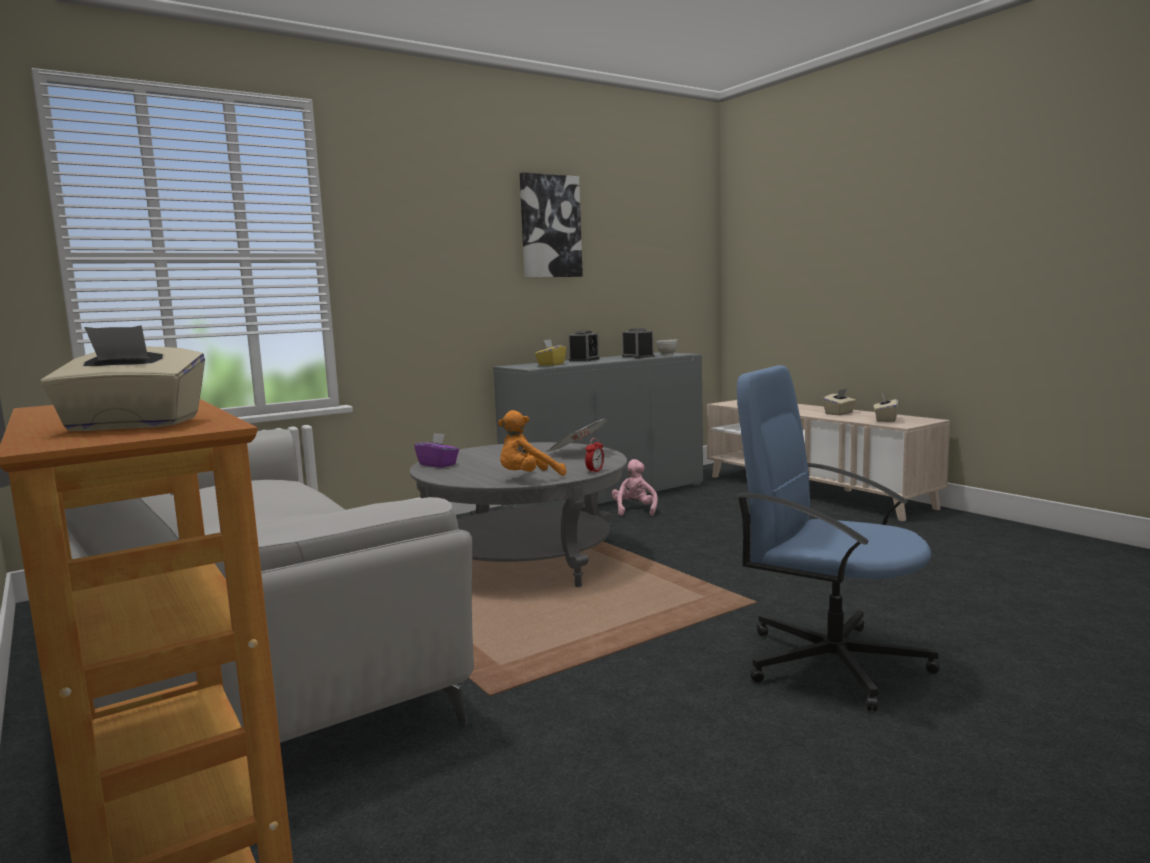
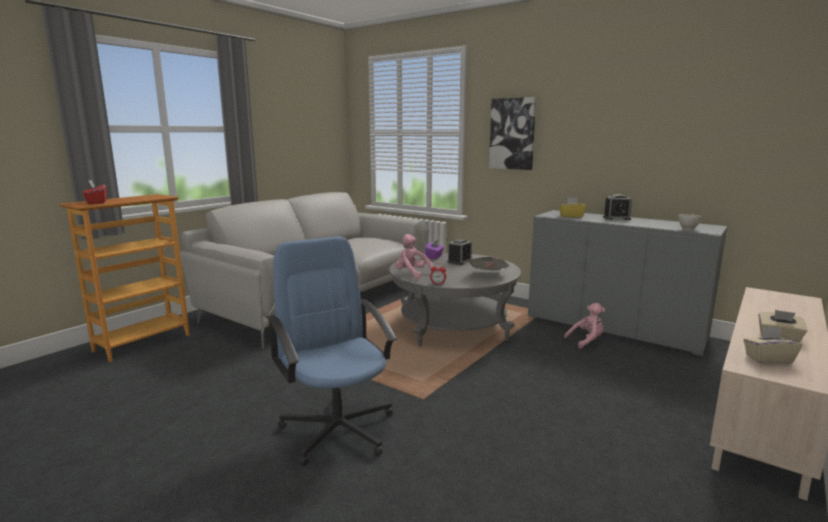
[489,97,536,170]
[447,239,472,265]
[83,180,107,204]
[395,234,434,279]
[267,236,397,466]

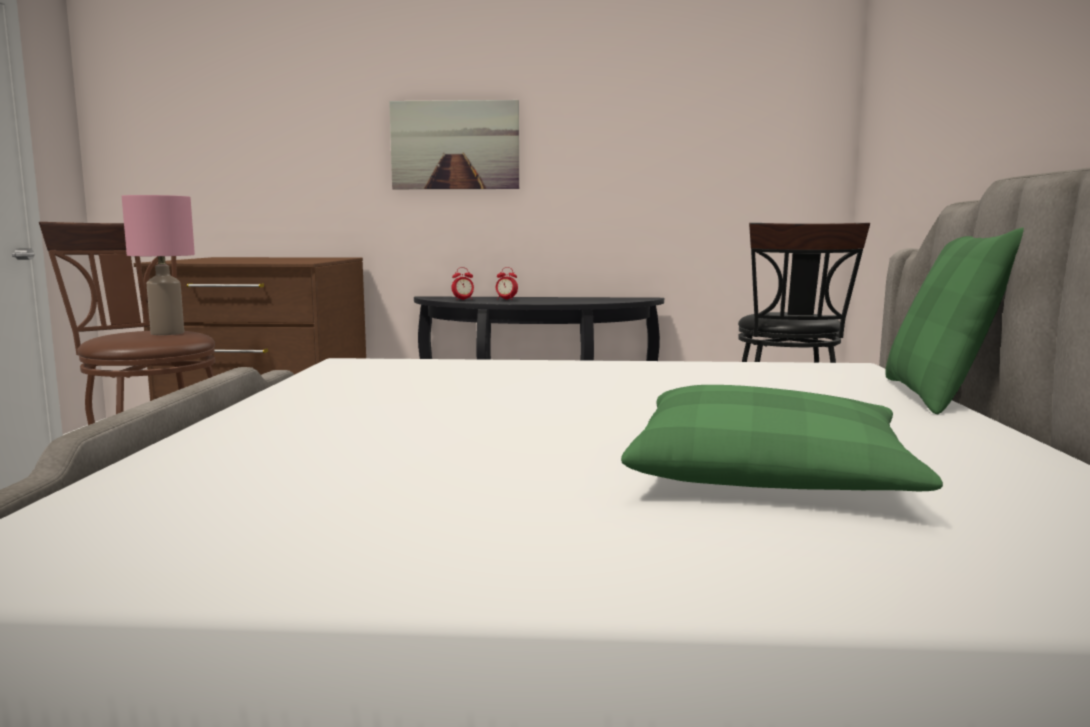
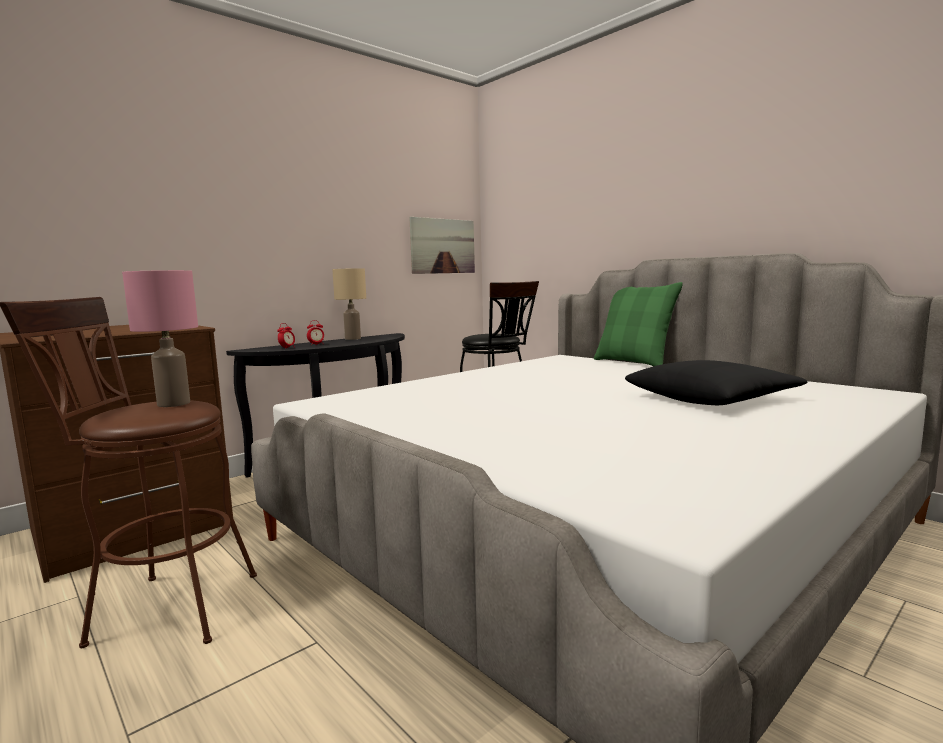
[332,268,366,340]
[409,217,475,274]
[625,360,807,405]

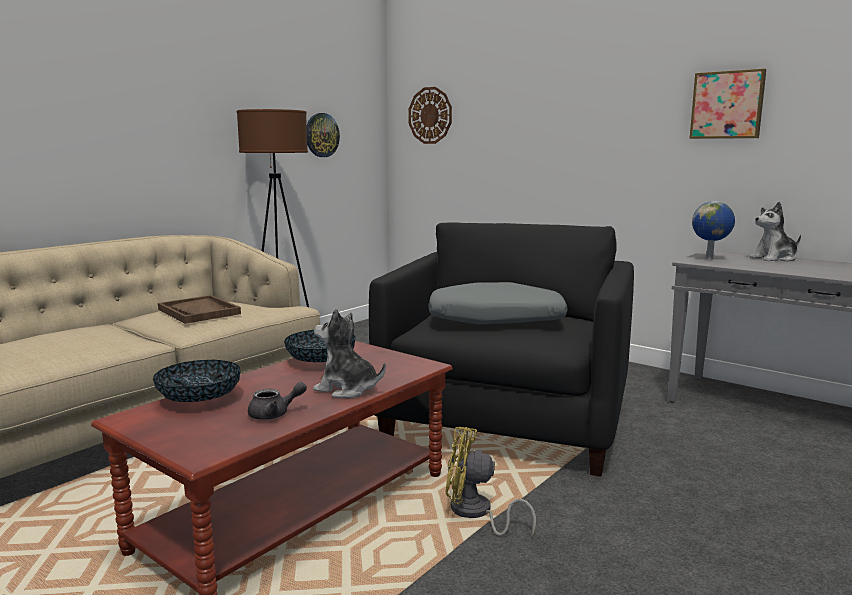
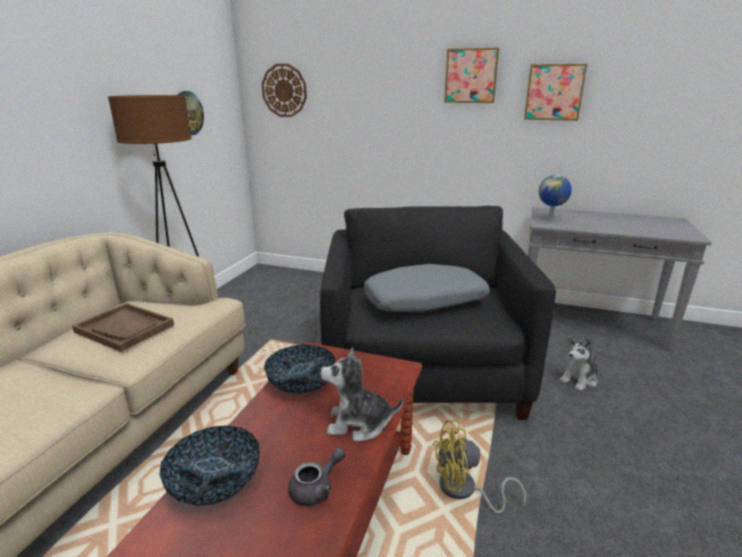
[444,48,499,103]
[560,337,598,391]

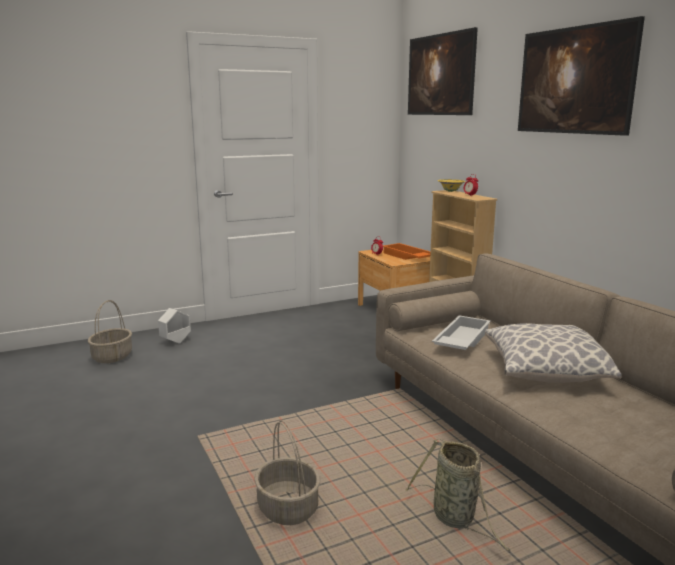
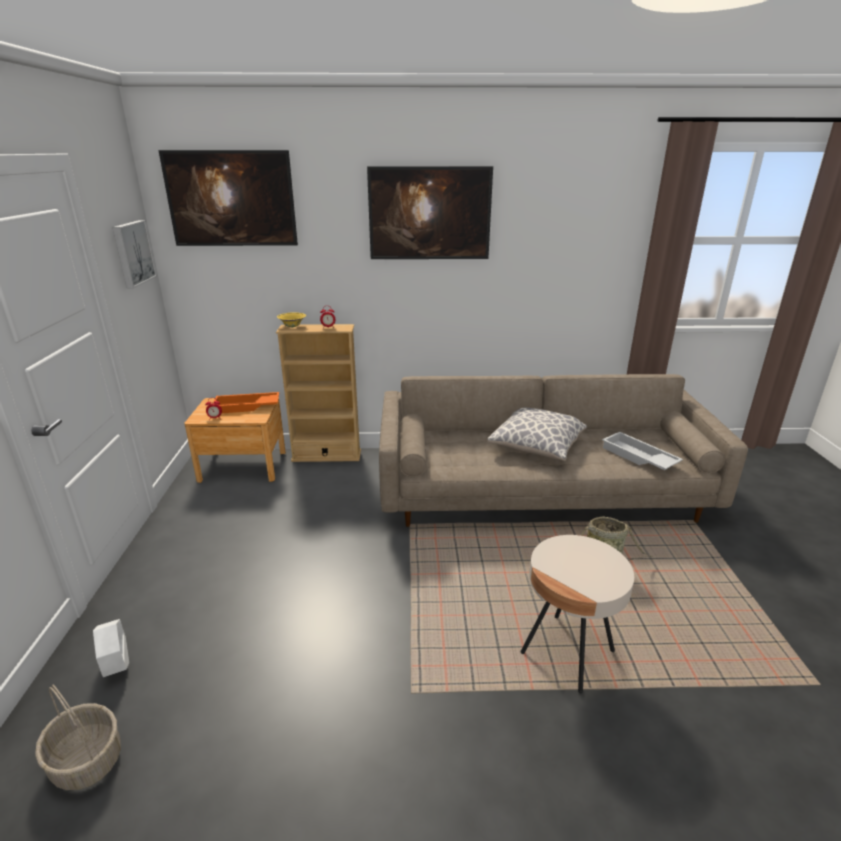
[112,220,157,288]
[602,432,683,470]
[521,535,634,693]

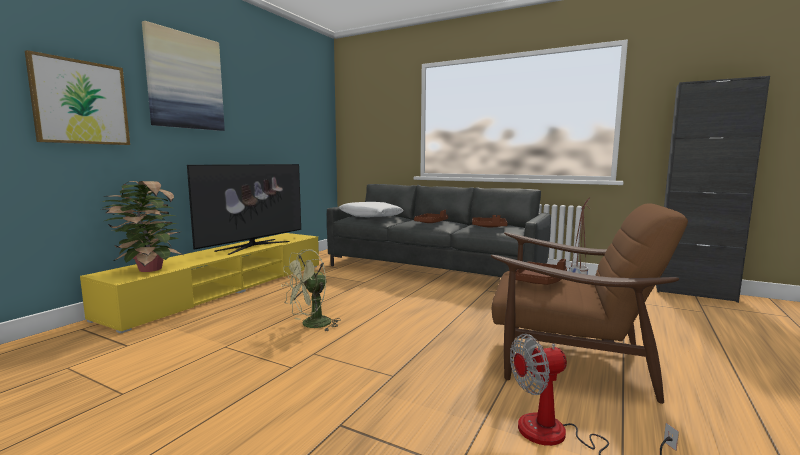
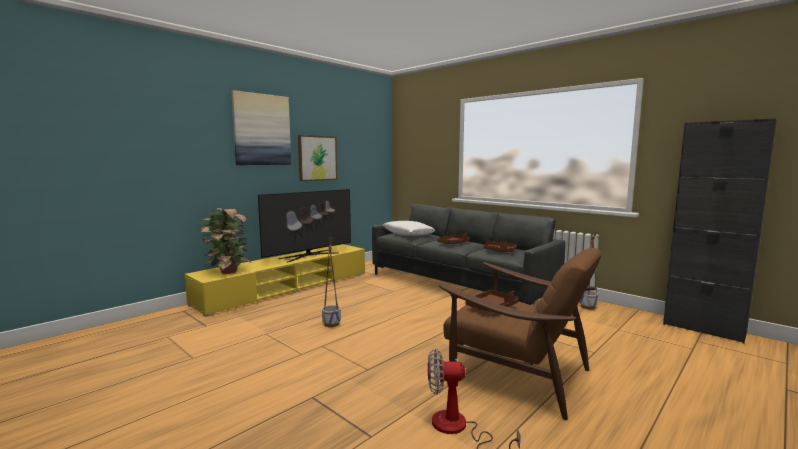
[298,135,337,181]
[322,237,341,327]

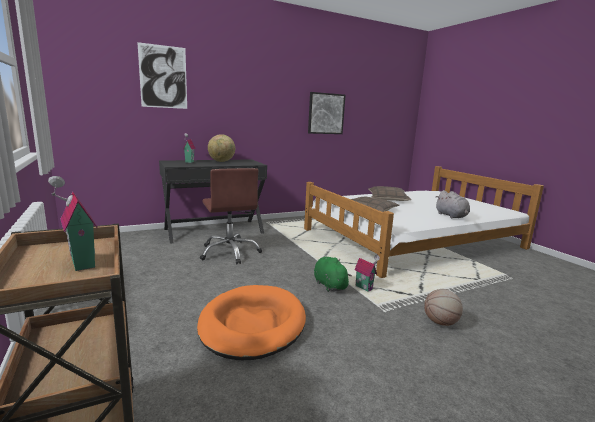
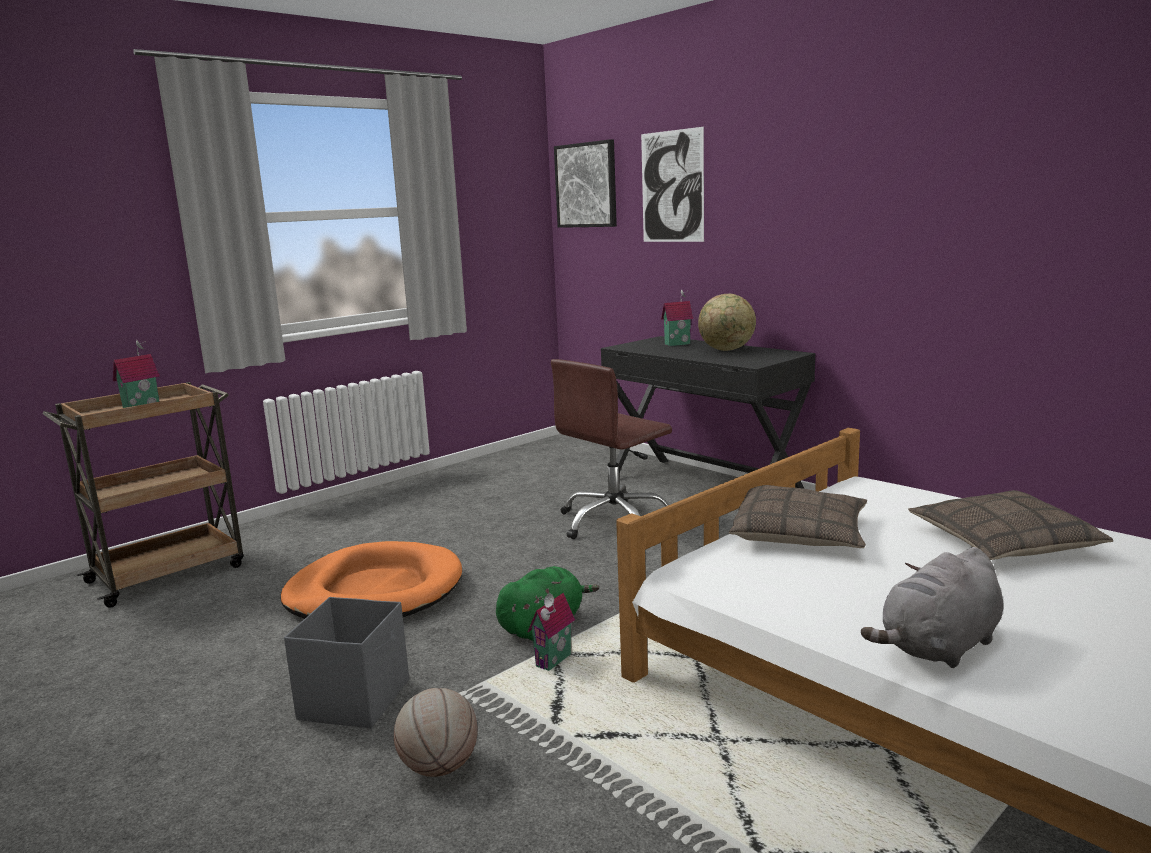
[284,597,409,728]
[554,139,617,228]

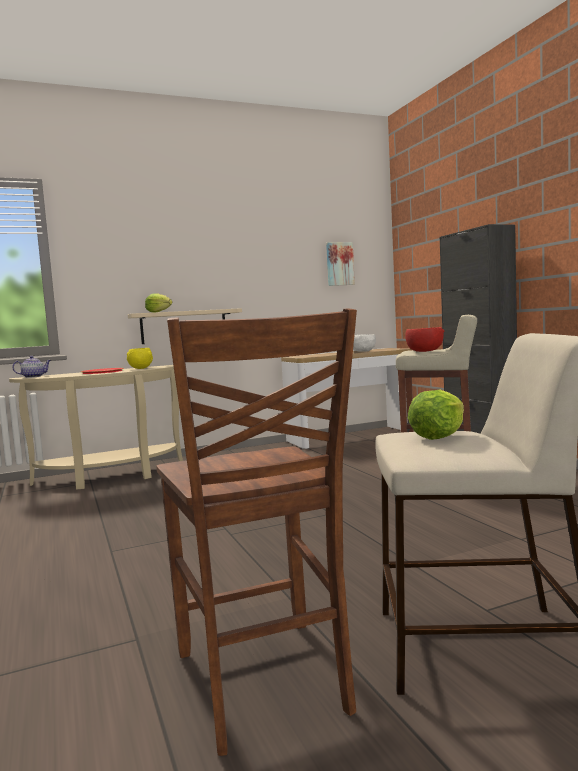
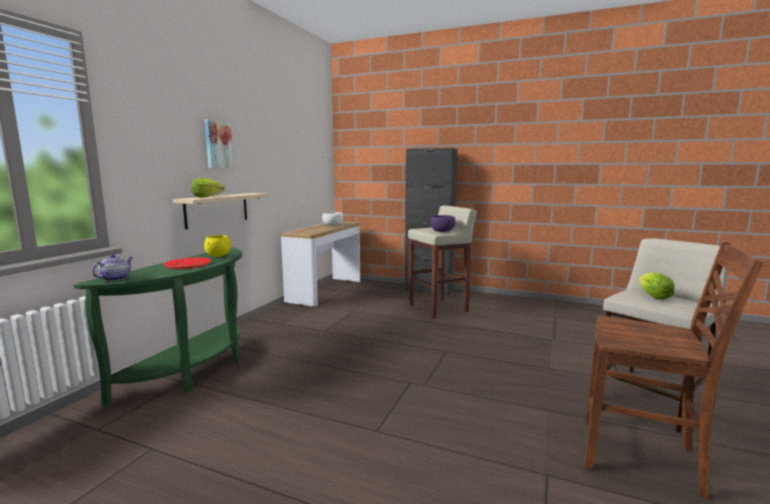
[205,119,234,168]
[74,248,242,407]
[430,215,455,232]

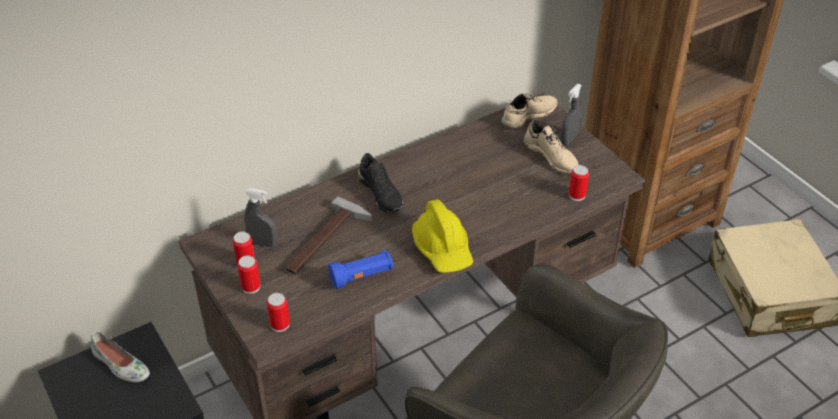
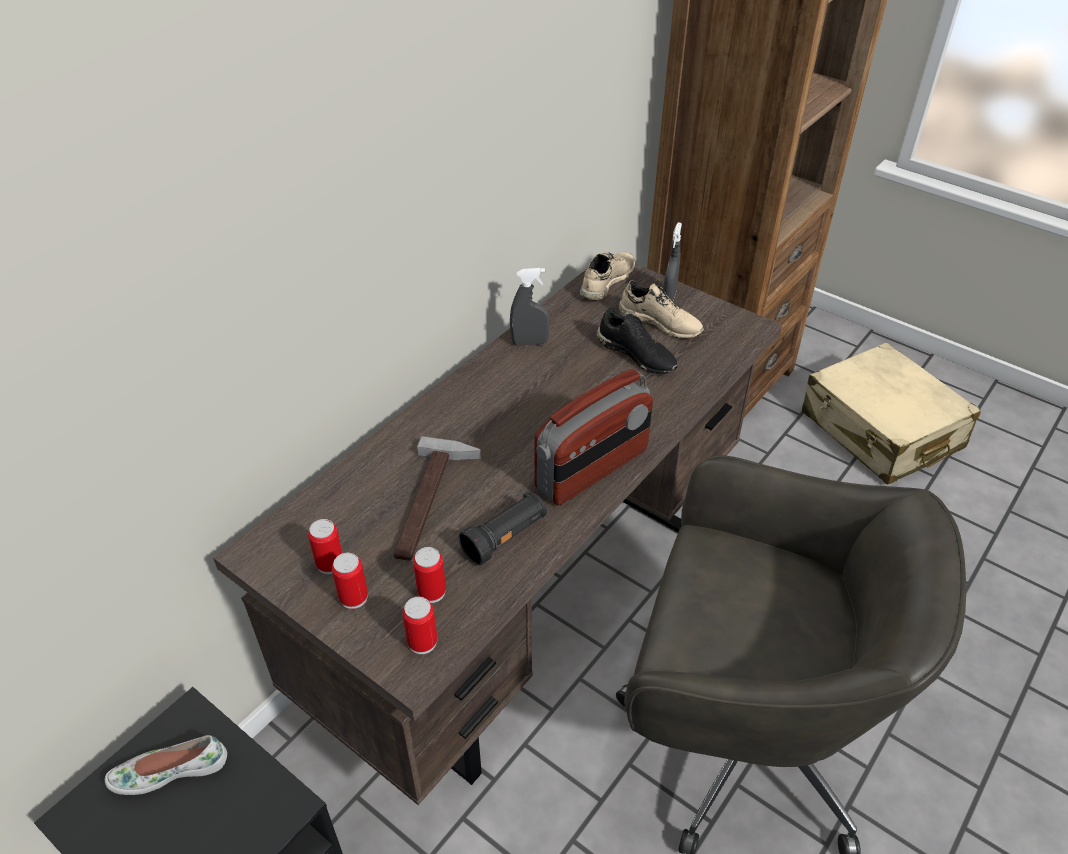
[510,268,550,346]
[596,308,678,374]
[413,547,446,603]
[534,369,653,506]
[459,491,547,565]
[105,735,227,795]

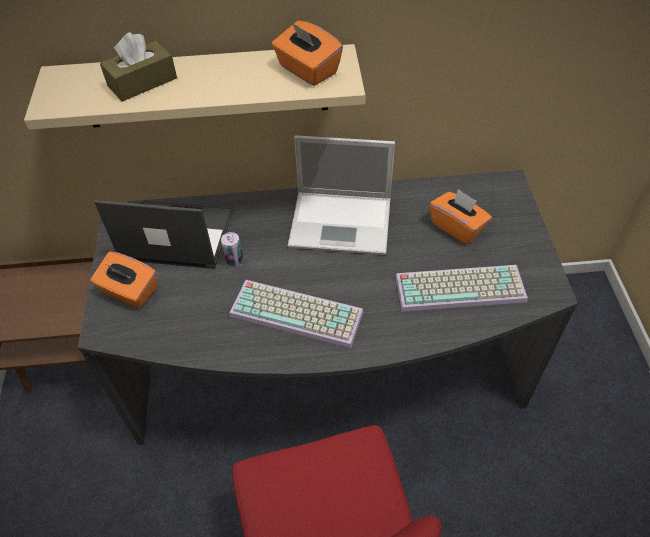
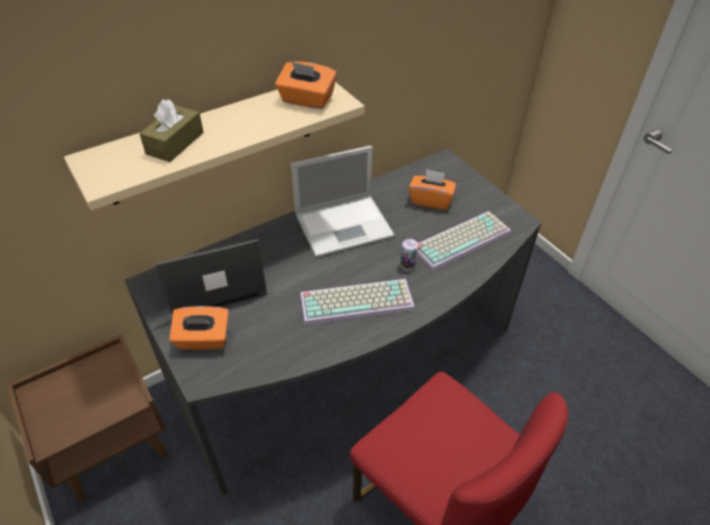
[400,239,418,271]

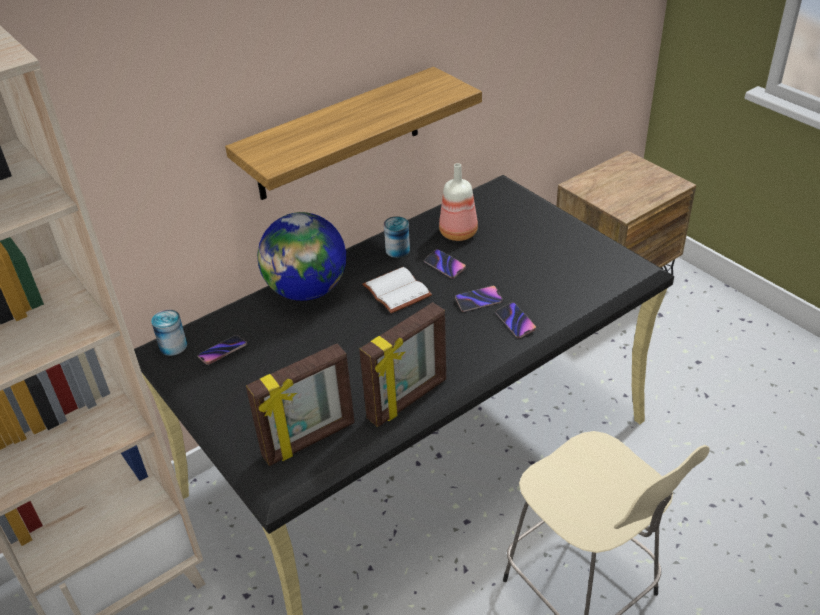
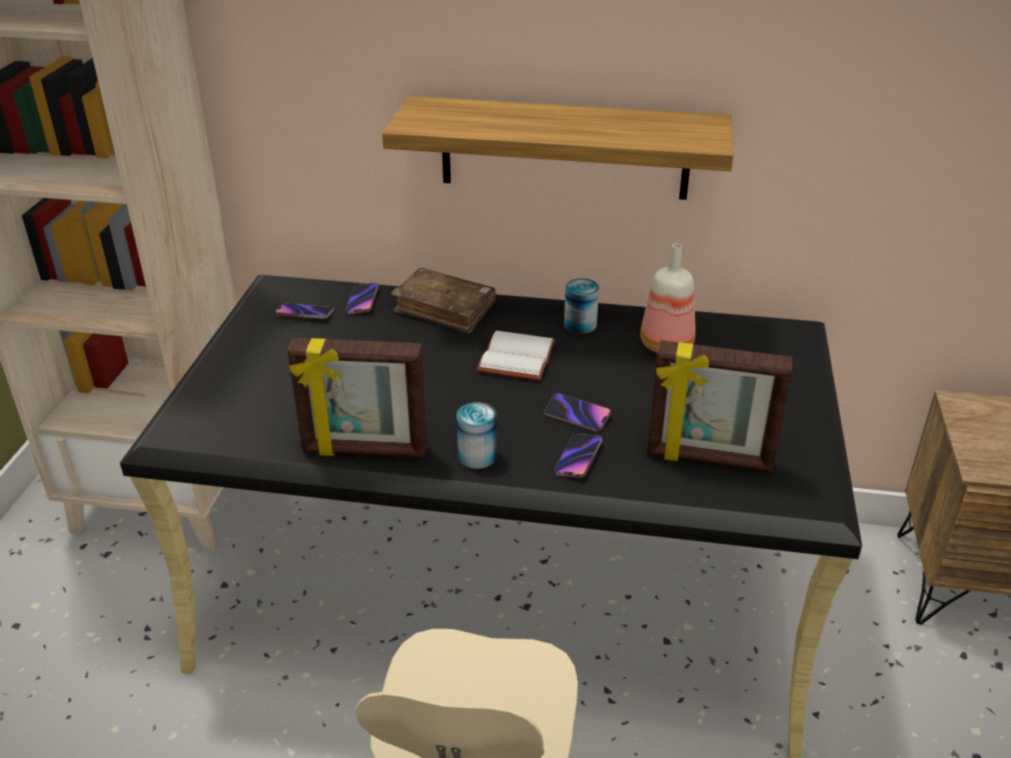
[456,402,497,469]
[647,340,792,473]
[345,282,379,314]
[391,268,496,334]

